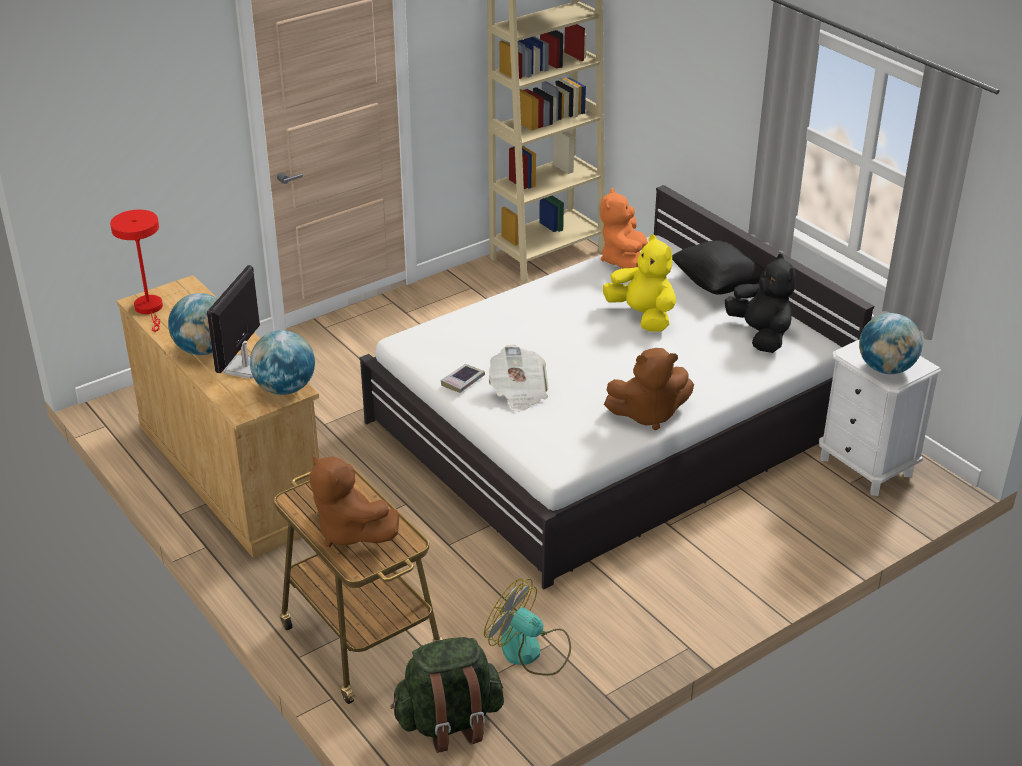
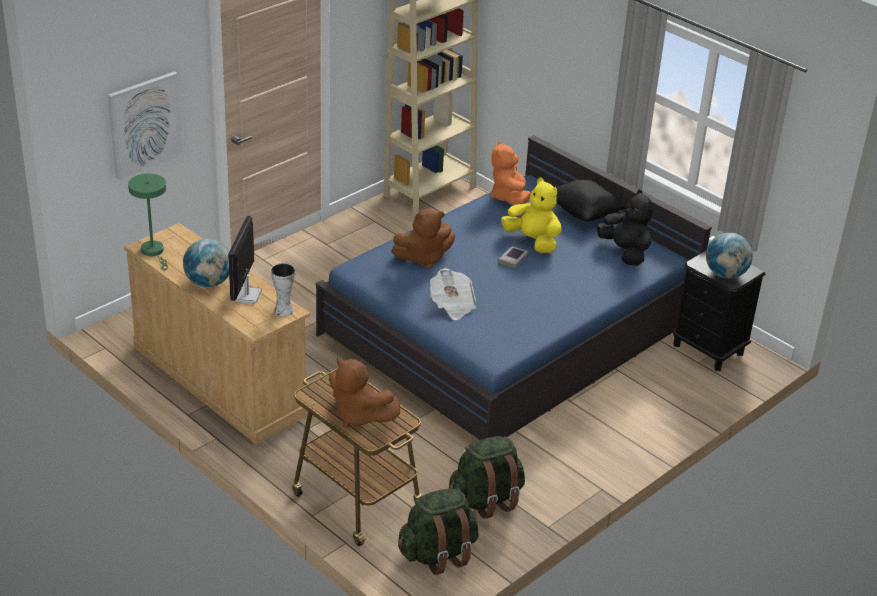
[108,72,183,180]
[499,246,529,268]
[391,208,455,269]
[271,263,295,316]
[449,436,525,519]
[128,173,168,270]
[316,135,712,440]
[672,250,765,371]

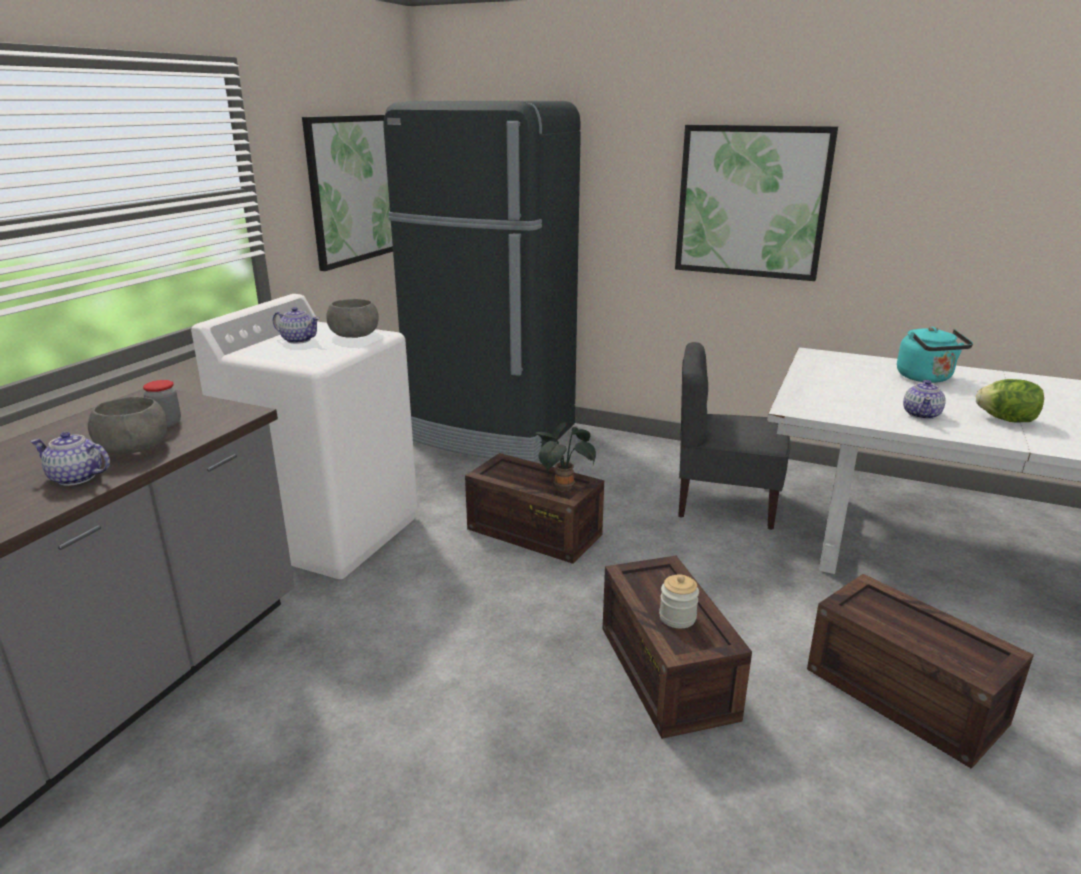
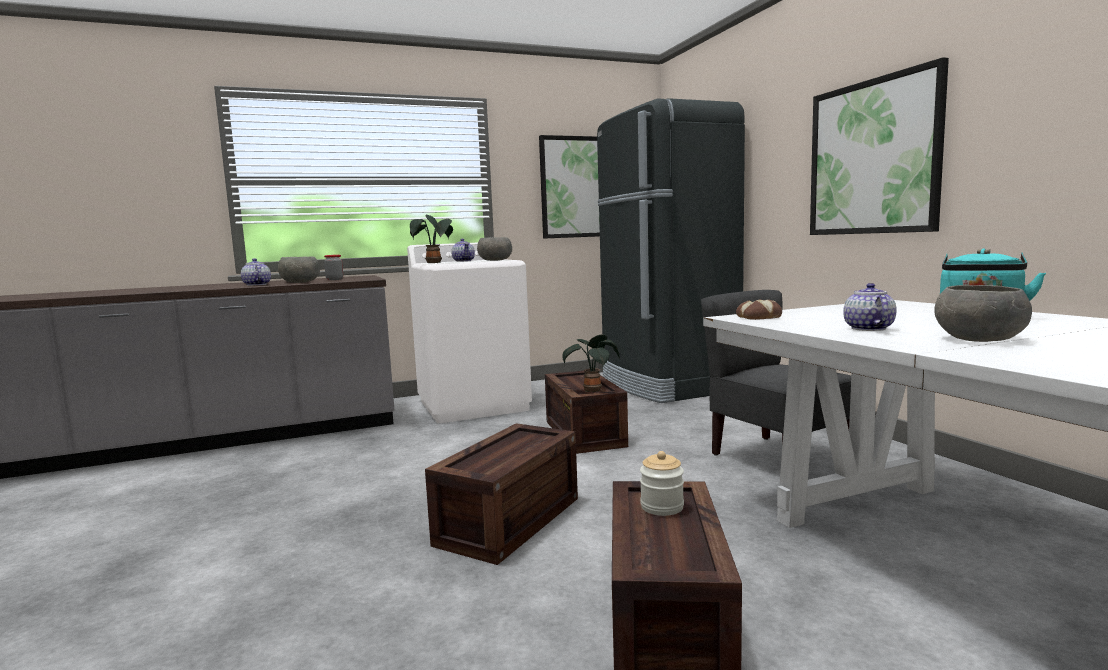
[410,215,453,263]
[736,300,782,320]
[640,451,684,516]
[934,285,1032,342]
[843,283,897,331]

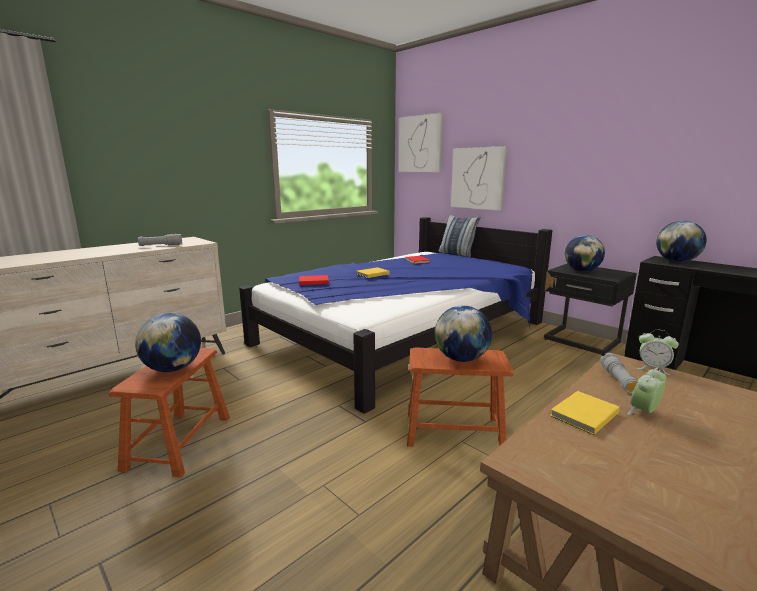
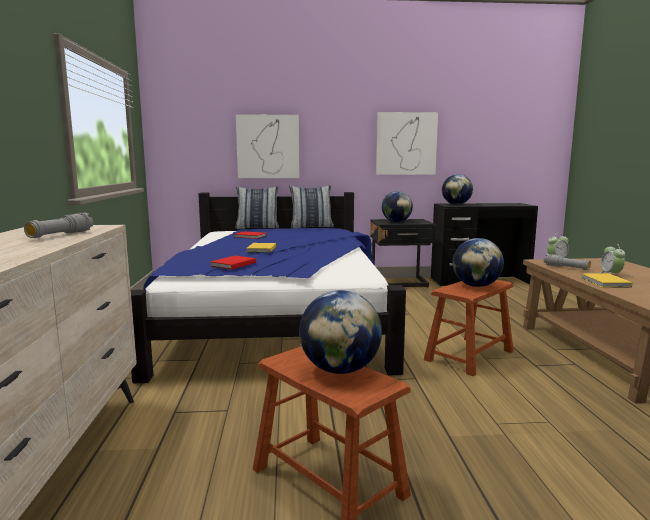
[289,185,334,229]
[376,112,438,175]

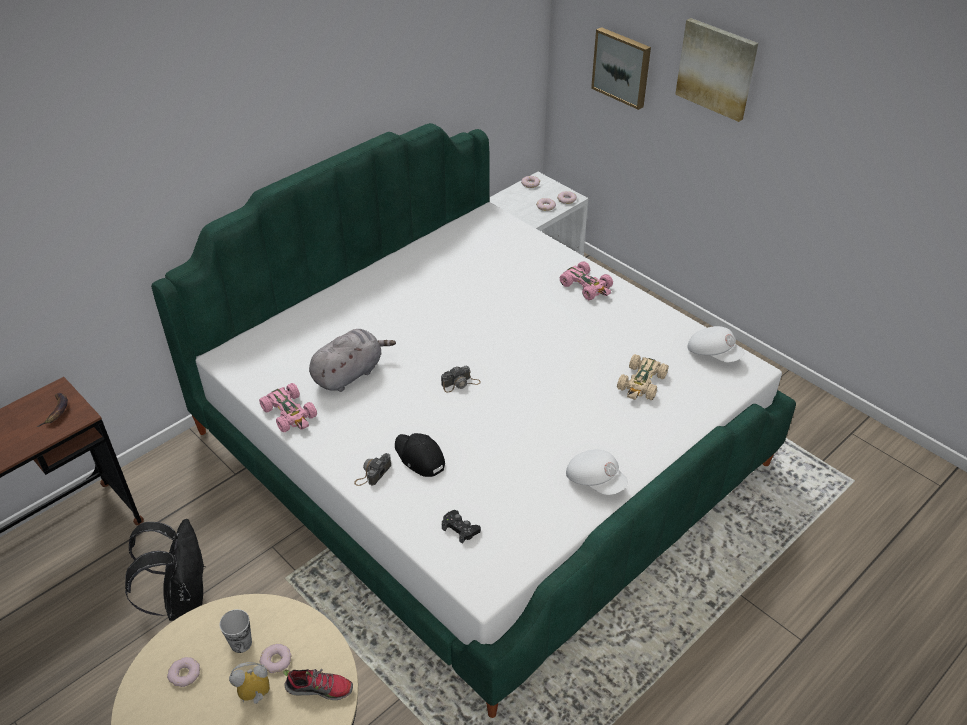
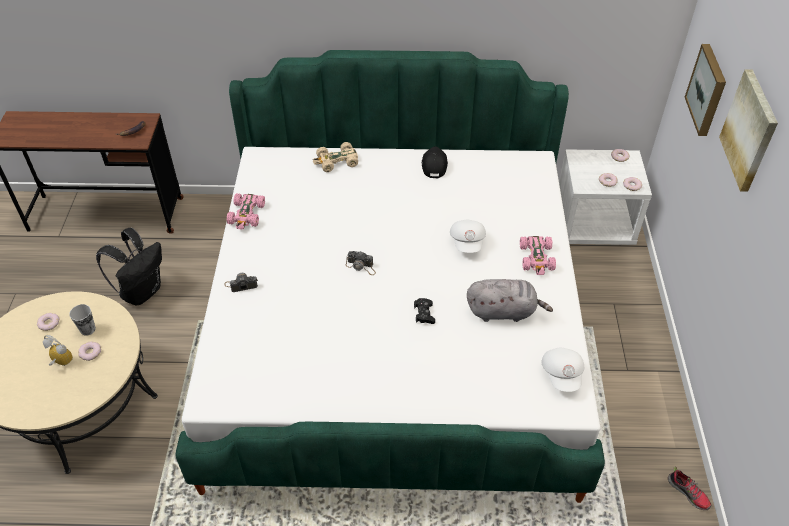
[668,467,711,510]
[467,279,553,322]
[422,146,448,179]
[414,298,435,324]
[450,220,486,253]
[313,142,358,172]

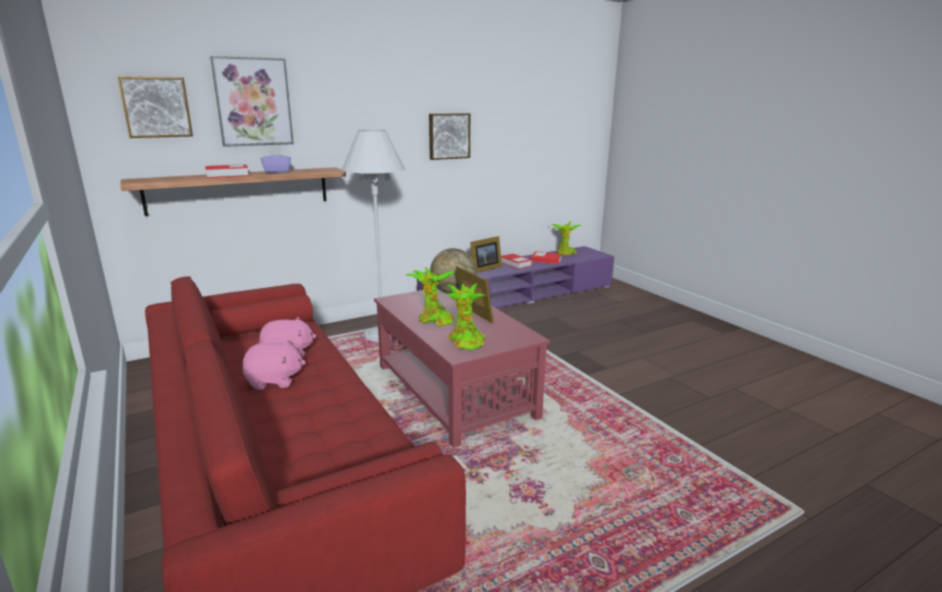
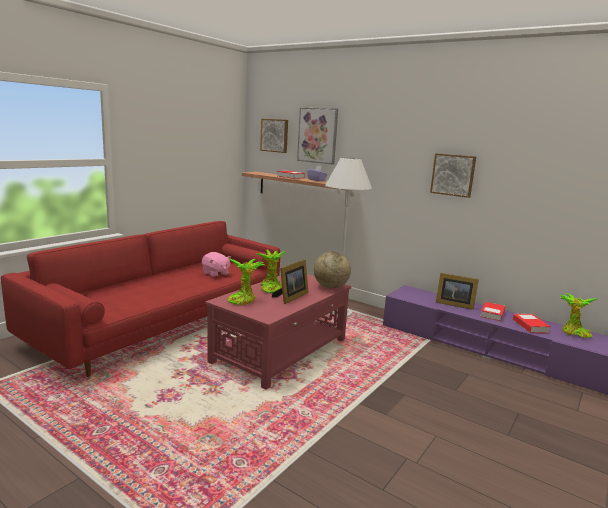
[242,340,306,390] (first image)

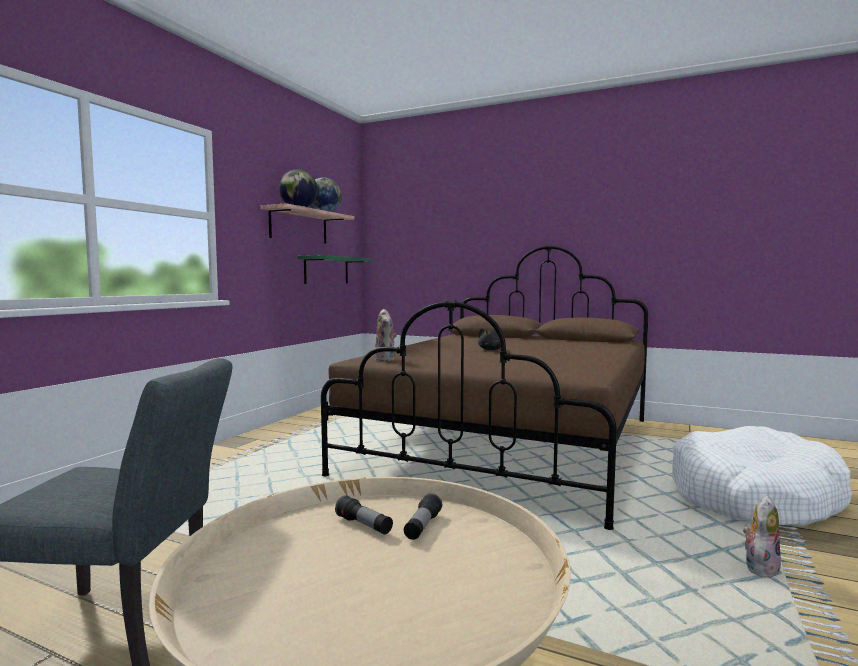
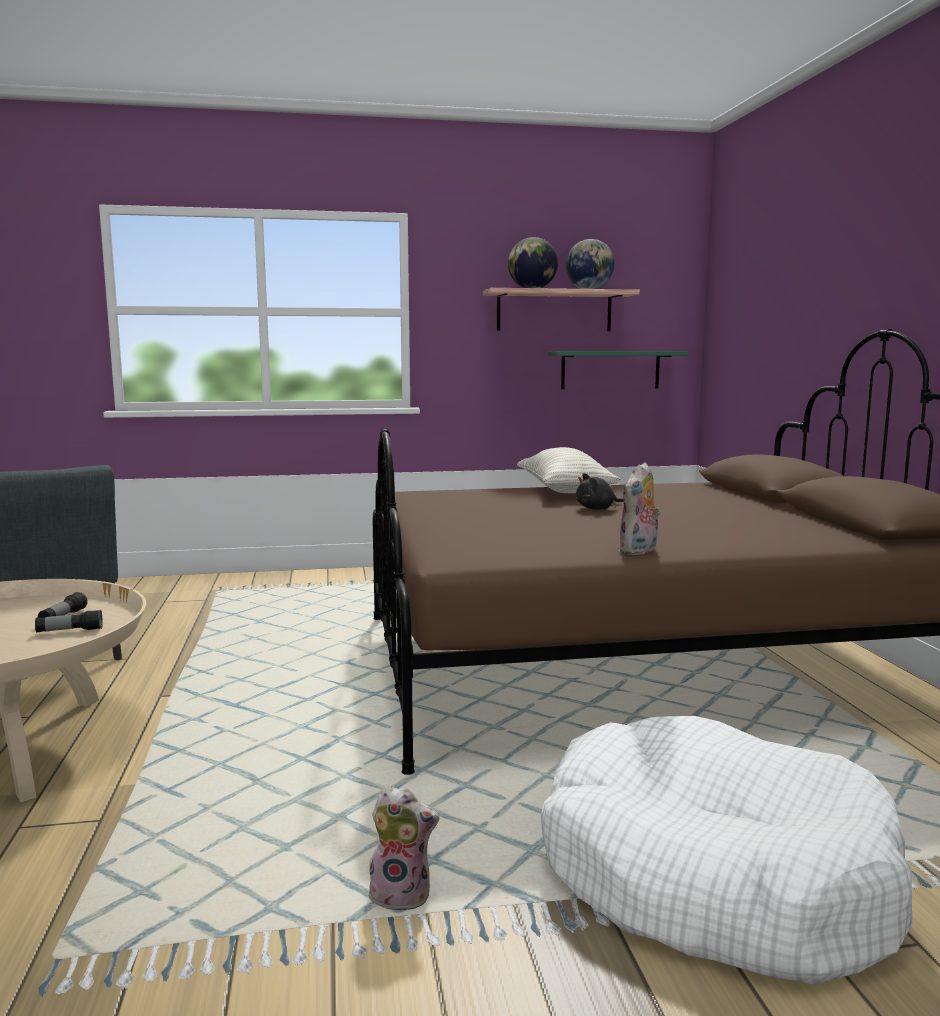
[517,447,621,493]
[619,462,661,555]

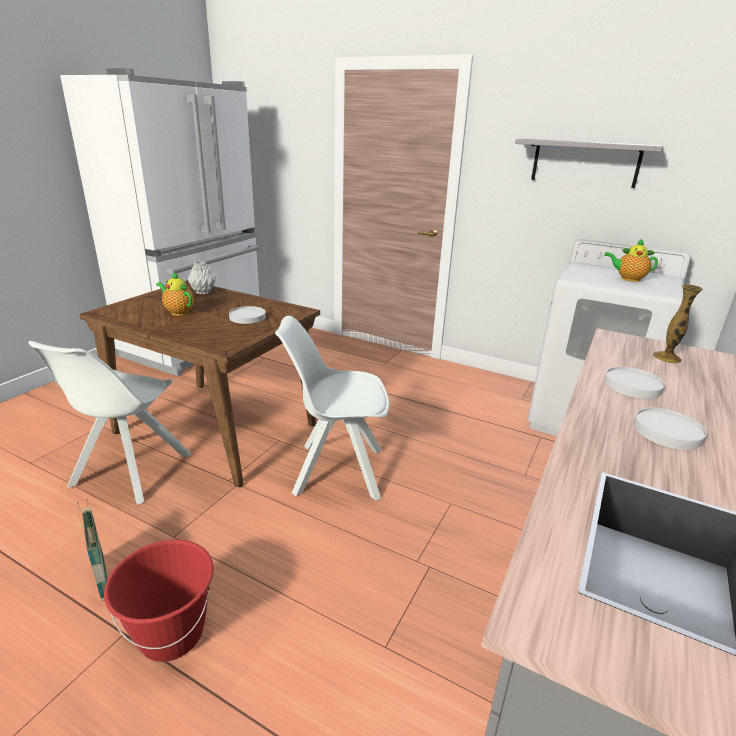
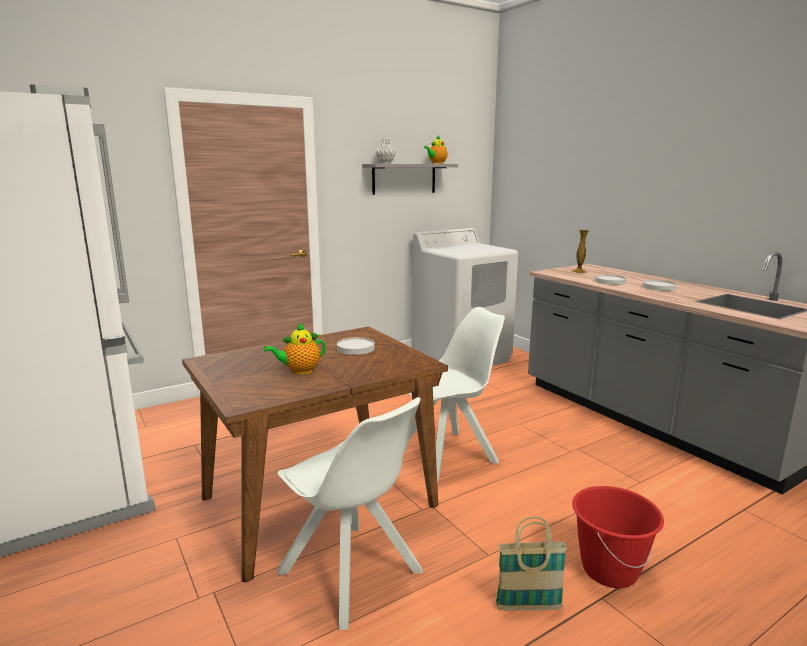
[376,139,396,164]
[424,135,448,164]
[408,307,505,483]

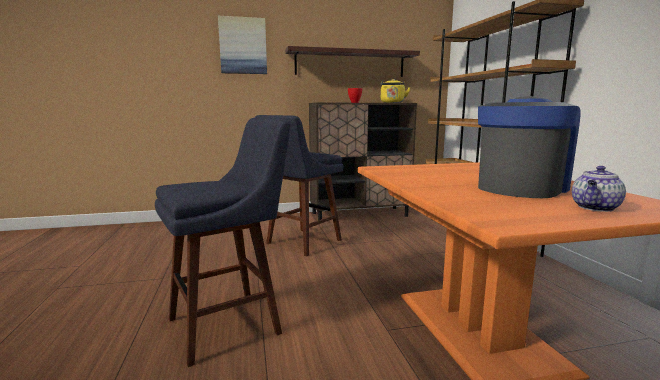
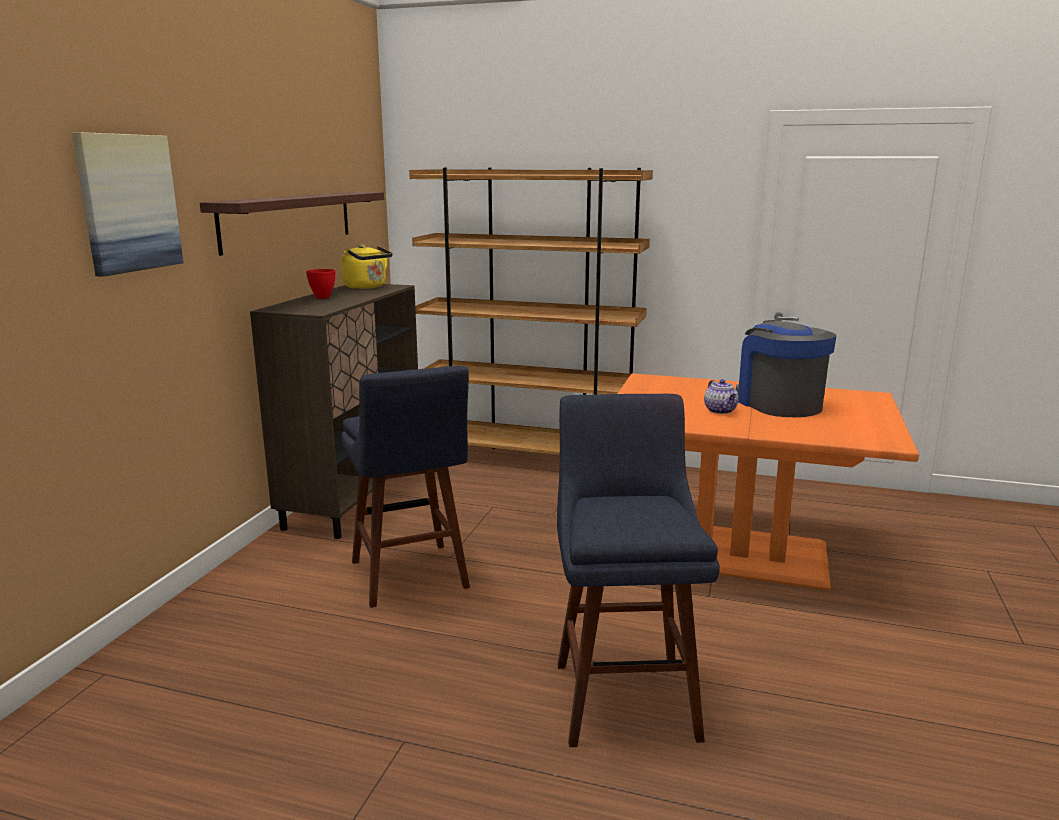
[704,379,739,414]

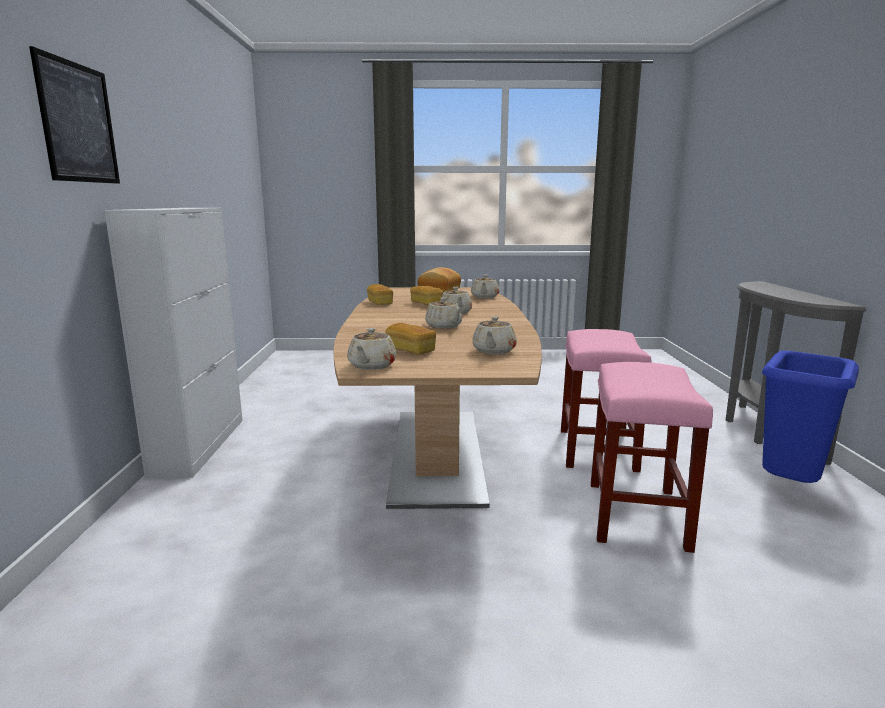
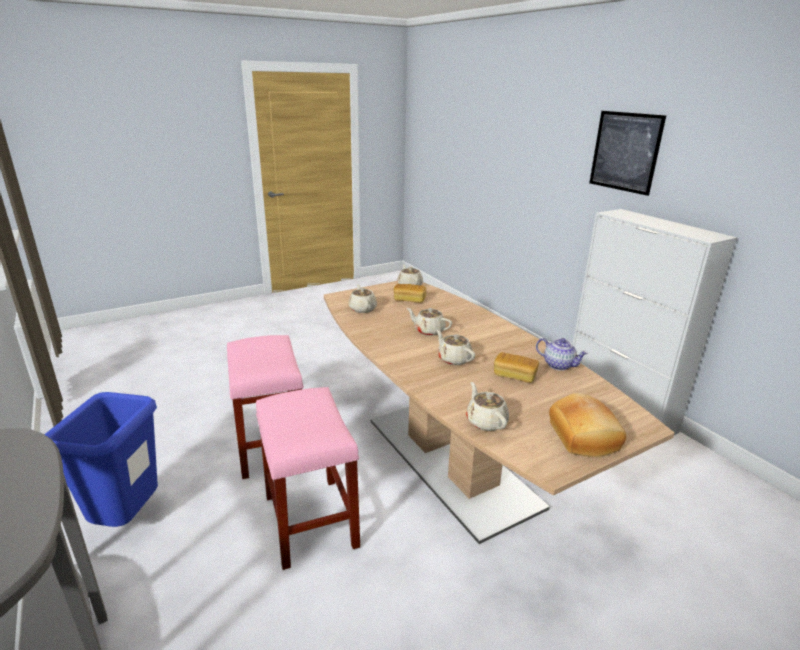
[536,338,588,371]

